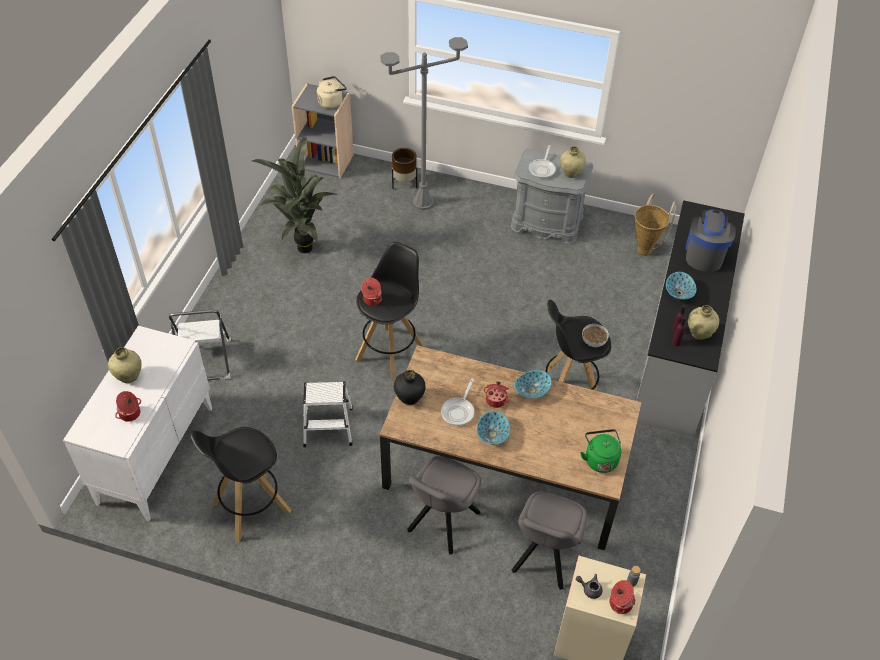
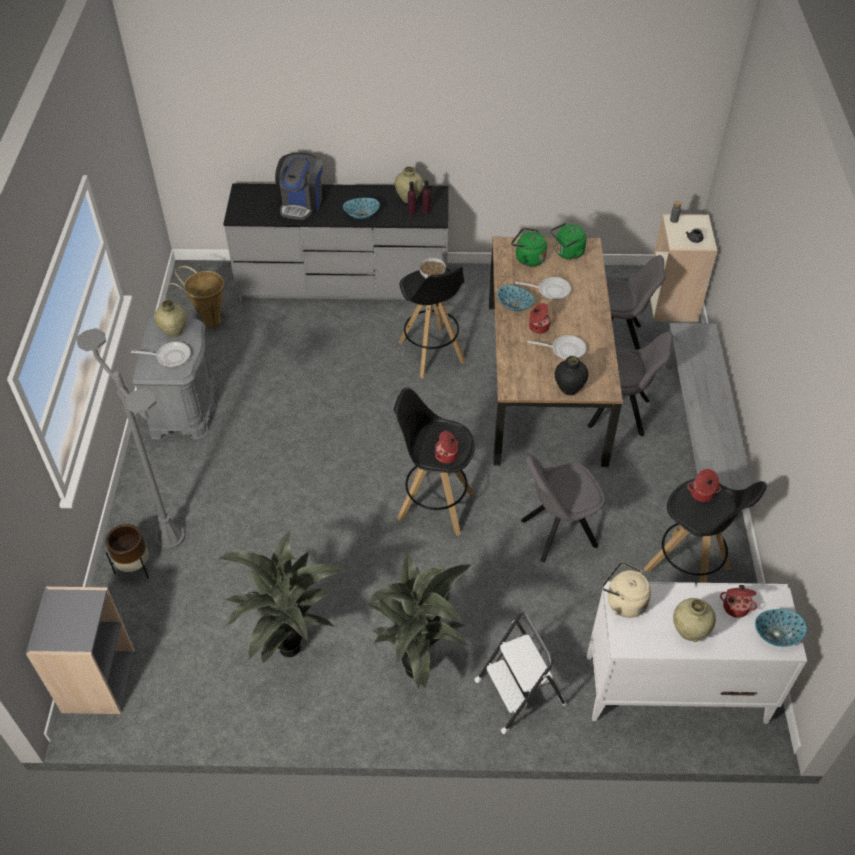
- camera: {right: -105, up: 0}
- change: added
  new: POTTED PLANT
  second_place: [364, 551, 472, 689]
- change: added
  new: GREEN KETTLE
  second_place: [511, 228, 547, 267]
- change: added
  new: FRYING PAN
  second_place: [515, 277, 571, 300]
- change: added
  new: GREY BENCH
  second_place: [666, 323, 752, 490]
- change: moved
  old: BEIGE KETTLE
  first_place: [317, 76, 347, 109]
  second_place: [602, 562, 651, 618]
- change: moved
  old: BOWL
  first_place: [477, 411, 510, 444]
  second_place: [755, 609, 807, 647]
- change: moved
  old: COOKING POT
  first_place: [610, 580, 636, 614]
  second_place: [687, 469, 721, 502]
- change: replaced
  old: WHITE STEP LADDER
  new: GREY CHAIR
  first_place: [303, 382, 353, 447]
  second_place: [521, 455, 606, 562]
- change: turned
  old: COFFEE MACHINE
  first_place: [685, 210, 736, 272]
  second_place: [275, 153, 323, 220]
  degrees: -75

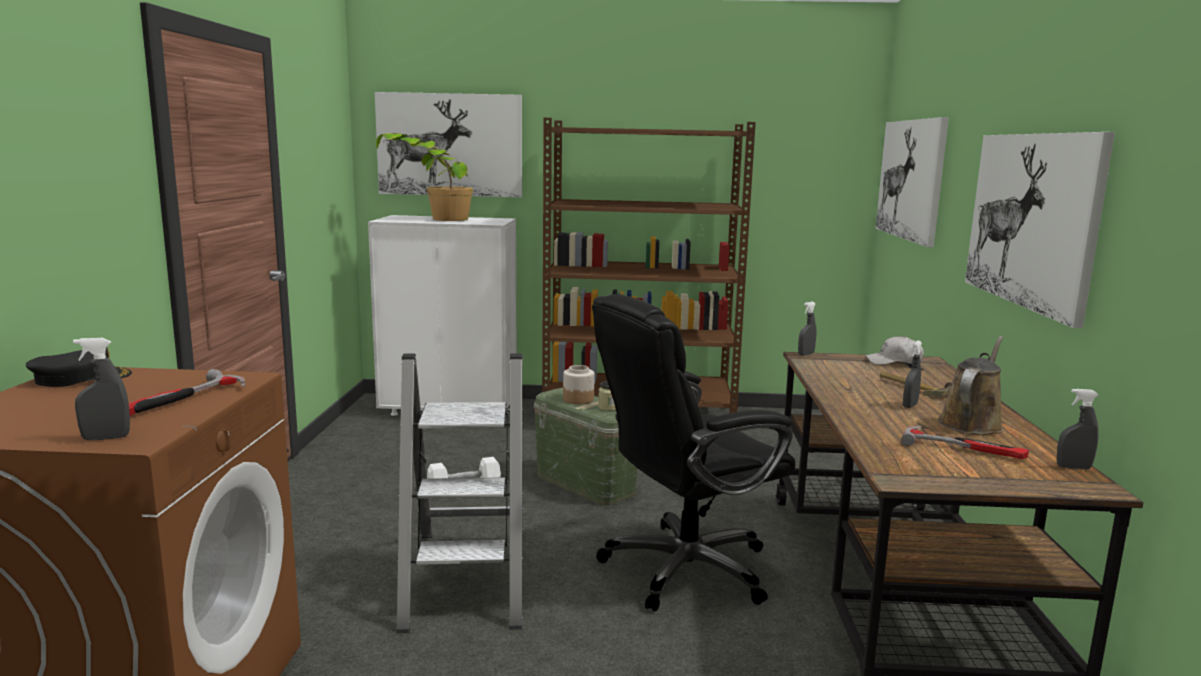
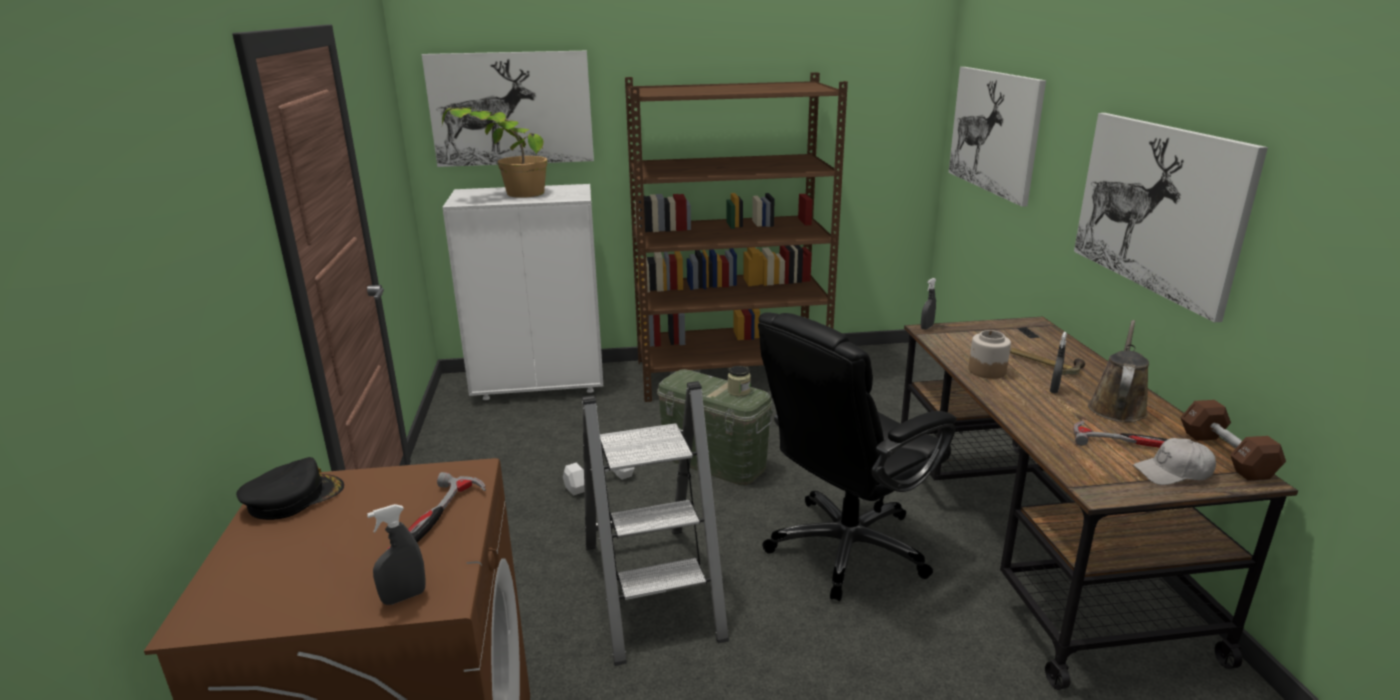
- camera: {right: -10, up: 10}
- change: moved
  old: JAR
  first_place: [563, 365, 595, 405]
  second_place: [969, 330, 1011, 379]
- change: moved
  old: WHITE CAP
  first_place: [865, 336, 924, 365]
  second_place: [1133, 438, 1216, 485]
- change: replaced
  old: GREY SPRAY BOTTLE
  new: BROWN DUMBBELL
  first_place: [1057, 389, 1099, 469]
  second_place: [1180, 400, 1286, 481]

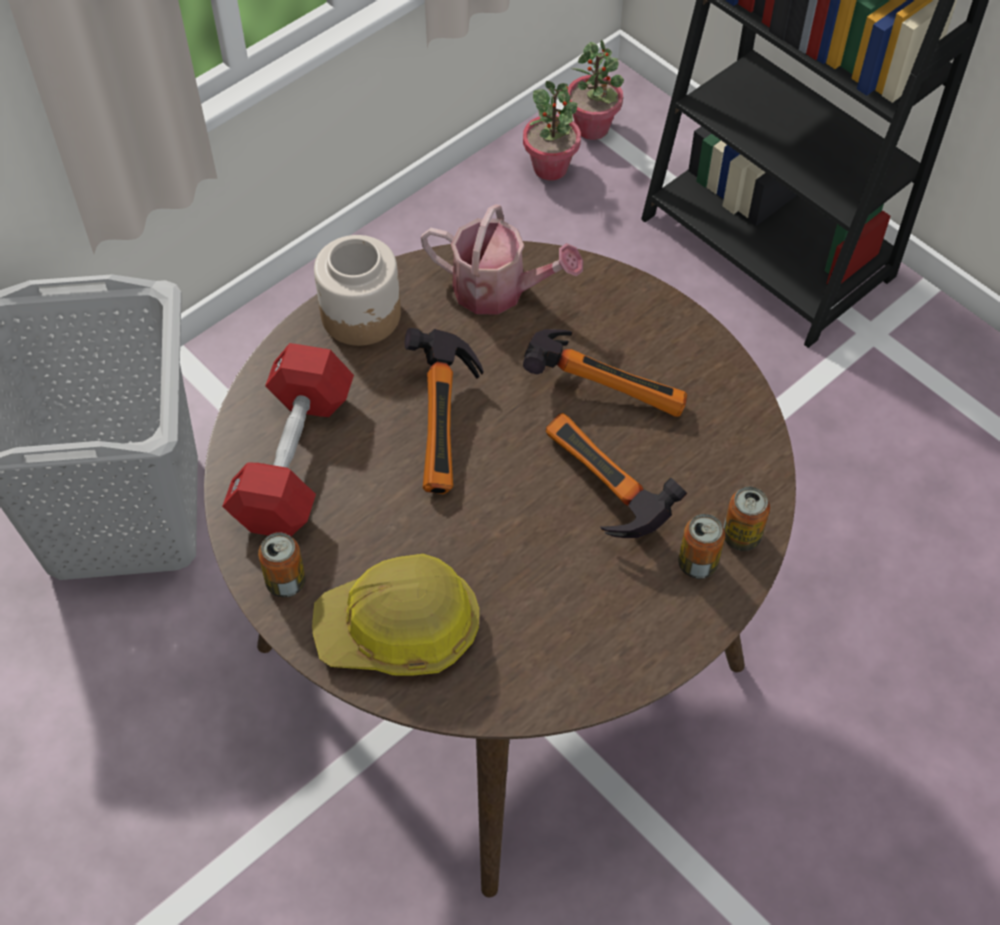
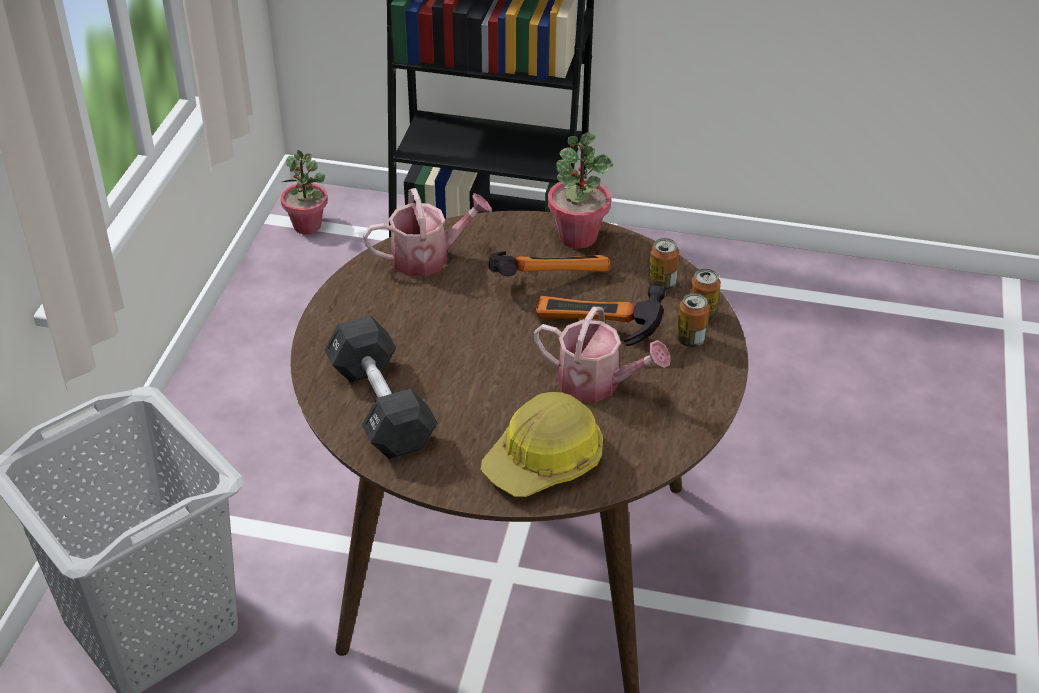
- camera: {right: -35, up: -15}
- change: removed
  old: JAR
  first_place: [314, 235, 401, 346]
- change: removed
  old: HAMMER
  first_place: [405, 328, 484, 494]
- change: added
  new: WATERING CAN
  second_place: [534, 307, 671, 402]
- change: moved
  old: CAN
  first_place: [258, 532, 306, 598]
  second_place: [648, 238, 679, 290]
- change: moved
  old: POTTED PLANT
  first_place: [523, 81, 581, 180]
  second_place: [548, 132, 613, 249]
- change: recoloured
  old: RED DUMBBELL
  new: BLACK DUMBBELL
  first_place: [222, 343, 354, 536]
  second_place: [325, 315, 438, 459]

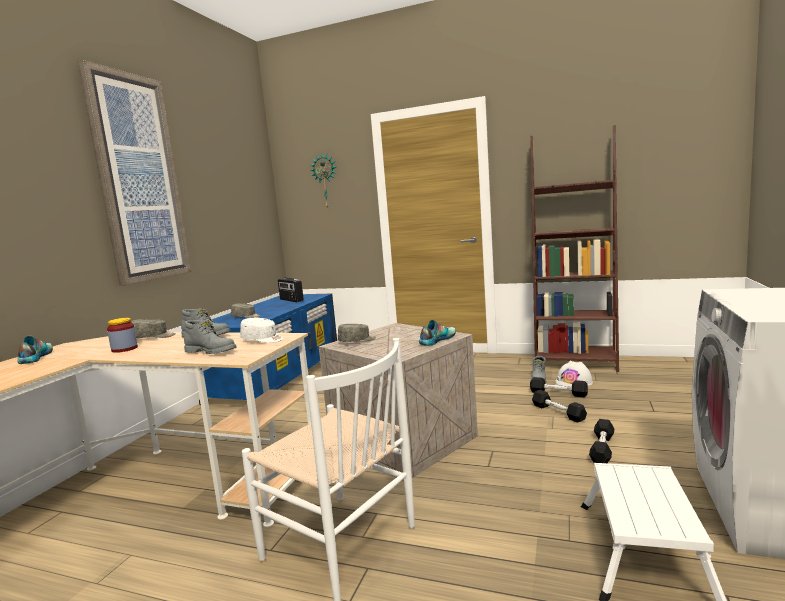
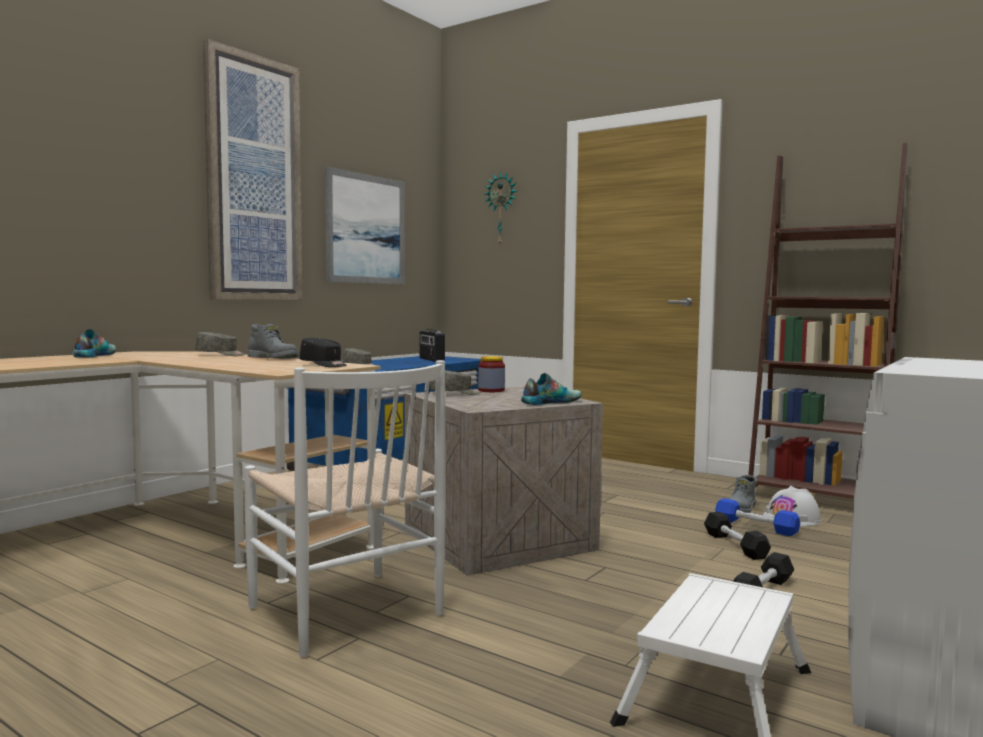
- camera: {right: 15, up: -5}
- change: removed
  old: GREY BOOT
  first_place: [184, 320, 237, 354]
- change: added
  new: PICTURE
  second_place: [325, 167, 405, 284]
- change: moved
  old: JAR
  first_place: [107, 318, 138, 353]
  second_place: [478, 356, 505, 392]
- change: recoloured
  old: WHITE CAP
  new: BLACK CAP
  first_place: [240, 318, 284, 343]
  second_place: [300, 338, 347, 367]
- change: recoloured
  old: BLACK DUMBBELL
  new: BLUE DUMBBELL
  first_place: [530, 377, 588, 397]
  second_place: [715, 498, 800, 536]

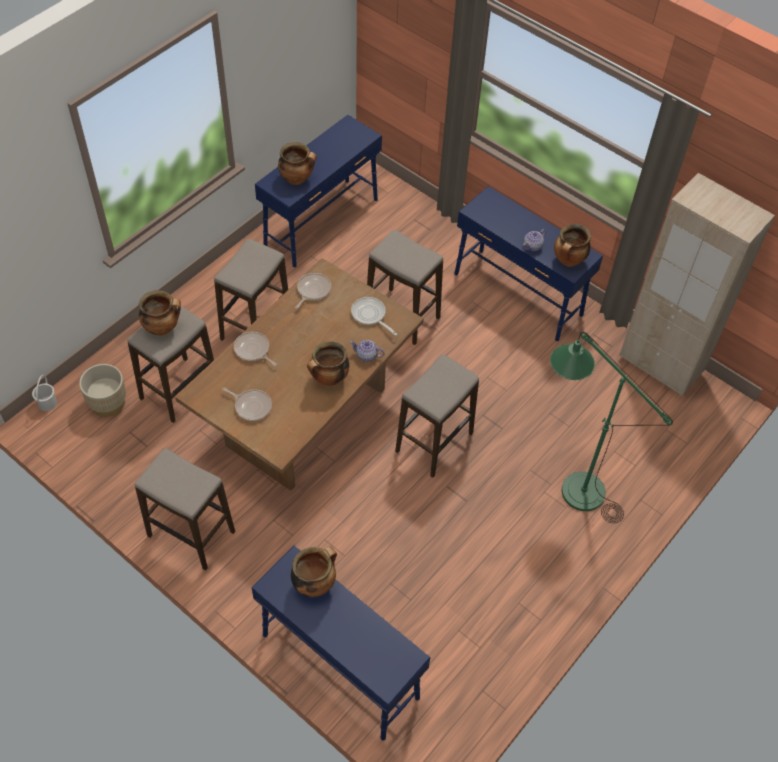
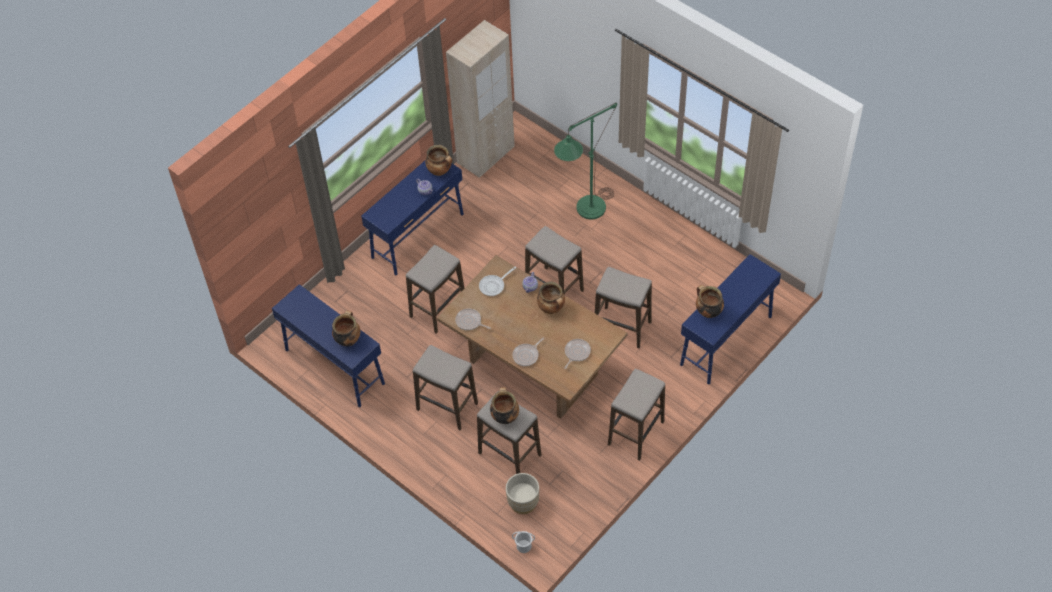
- camera: {right: -85, up: 0}
- change: added
  new: STOOL
  second_place: [595, 267, 652, 349]

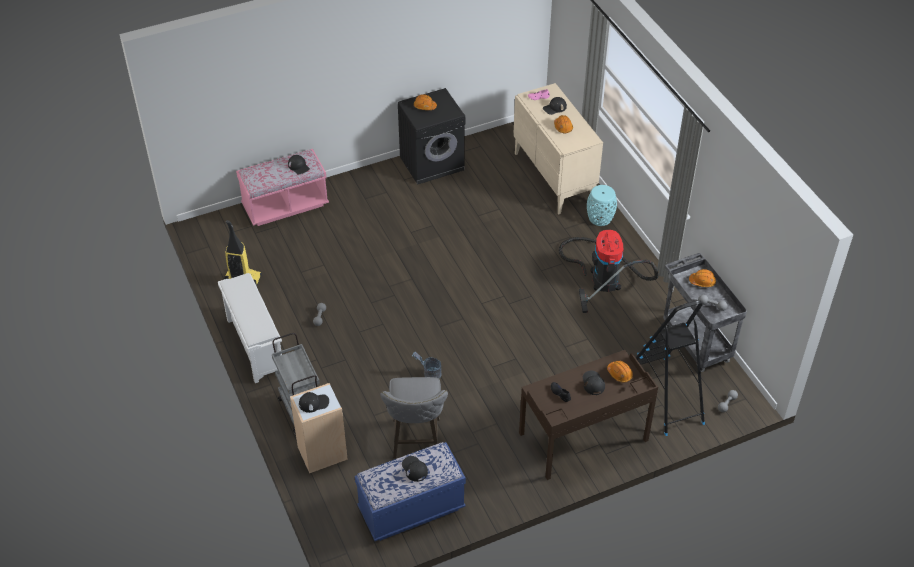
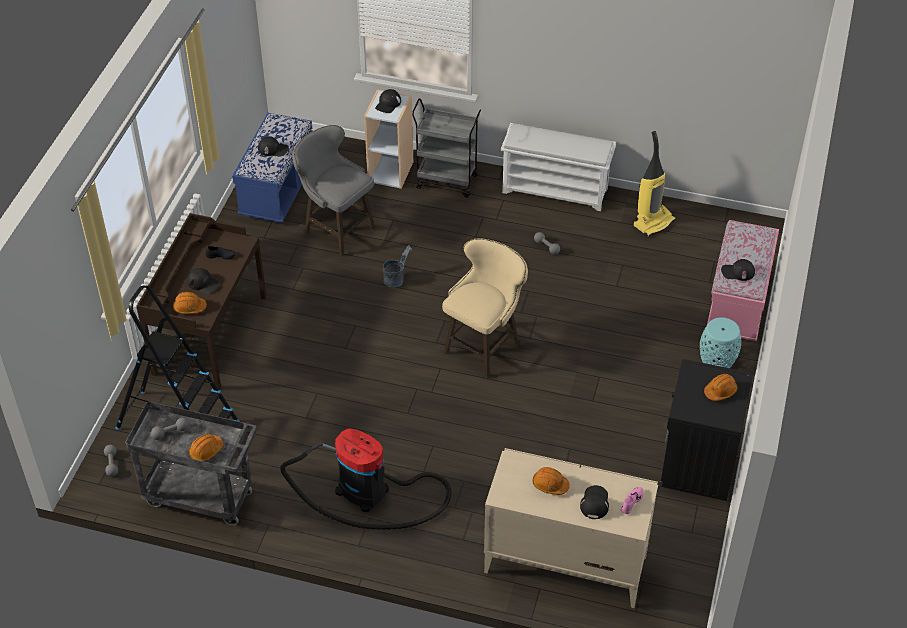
- camera: {right: 130, up: 0}
- change: added
  new: BEIGE STOOL
  second_place: [442, 239, 528, 378]
- change: moved
  old: TURQUOISE STOOL
  first_place: [587, 185, 617, 226]
  second_place: [700, 317, 741, 368]

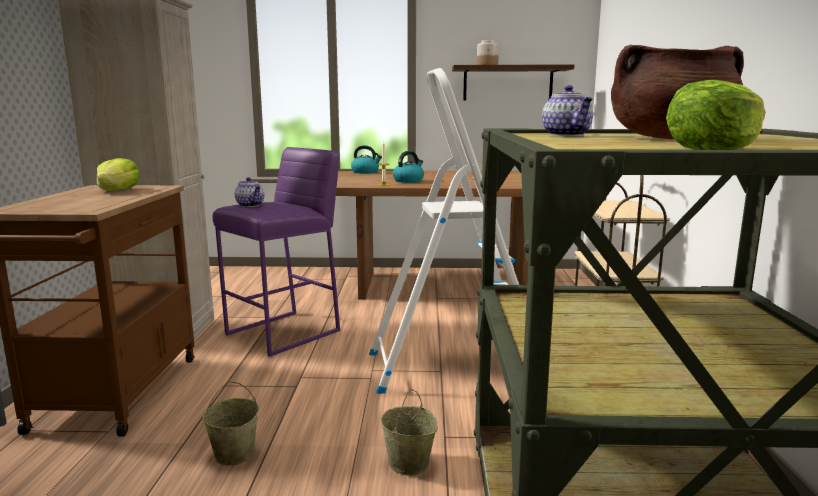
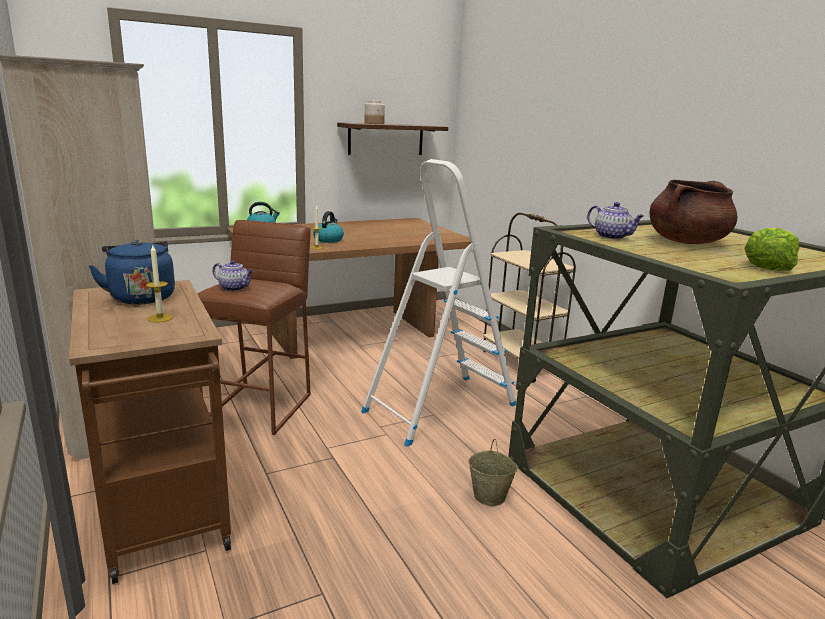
- camera: {right: -30, up: 5}
- change: removed
  old: BEIGE BUCKET
  first_place: [203, 381, 259, 465]
- change: added
  new: CANDLE
  second_place: [146, 245, 173, 322]
- change: replaced
  old: LETTUCE
  new: BLUE KETTLE
  first_place: [97, 158, 140, 191]
  second_place: [89, 240, 175, 305]
- change: recoloured
  old: PURPLE STOOL
  new: BROWN STOOL
  first_place: [213, 147, 340, 357]
  second_place: [197, 220, 311, 435]

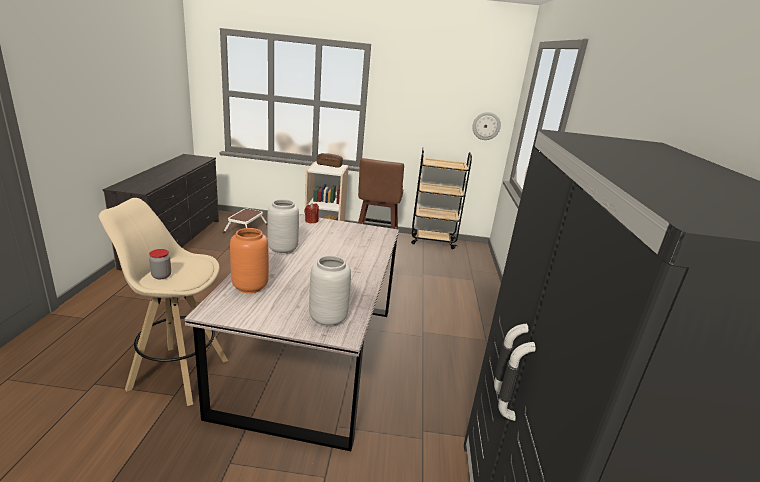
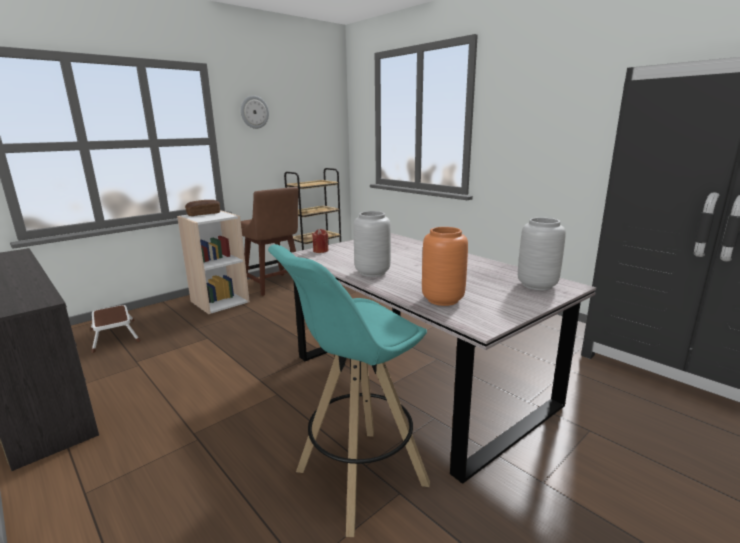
- camera: {right: -45, up: -5}
- change: removed
  old: JAR
  first_place: [149, 249, 171, 279]
- change: moved
  old: WALL CLOCK
  first_place: [472, 112, 501, 140]
  second_place: [241, 96, 269, 129]
- change: recoloured
  old: BEIGE STOOL
  new: TURQUOISE STOOL
  first_place: [99, 198, 228, 406]
  second_place: [268, 244, 430, 537]

